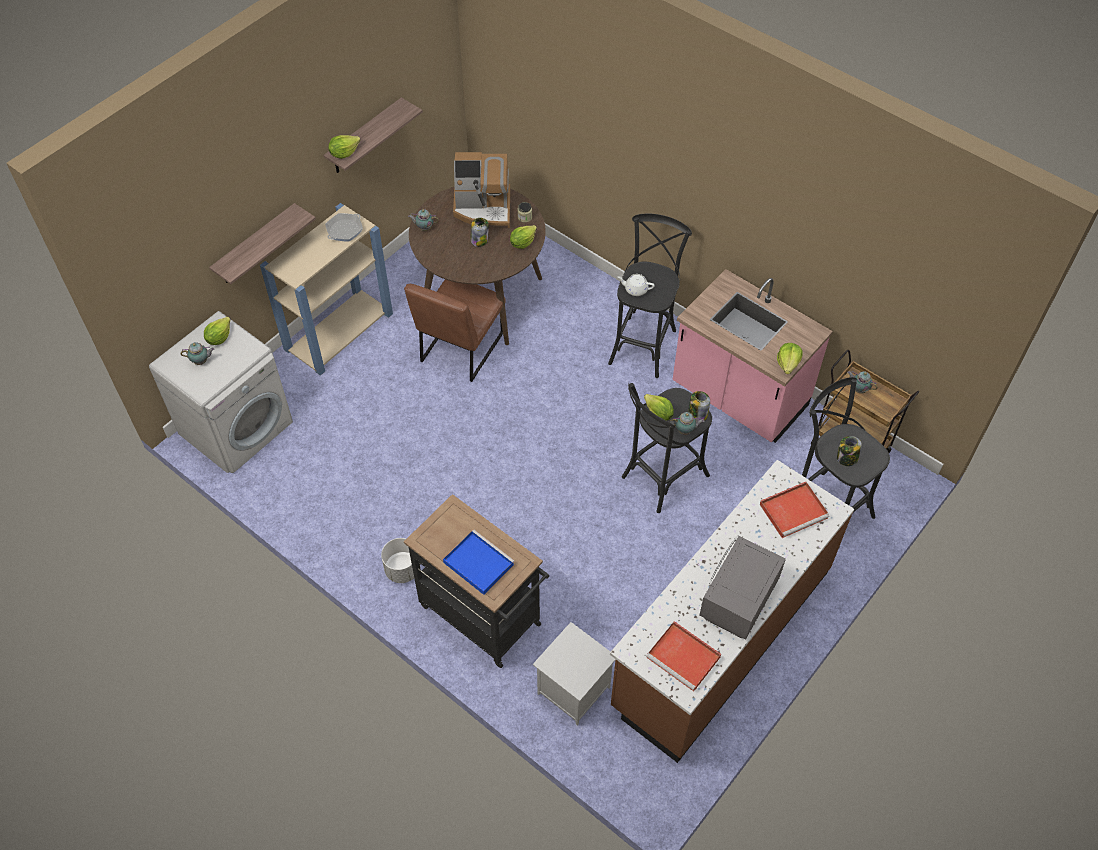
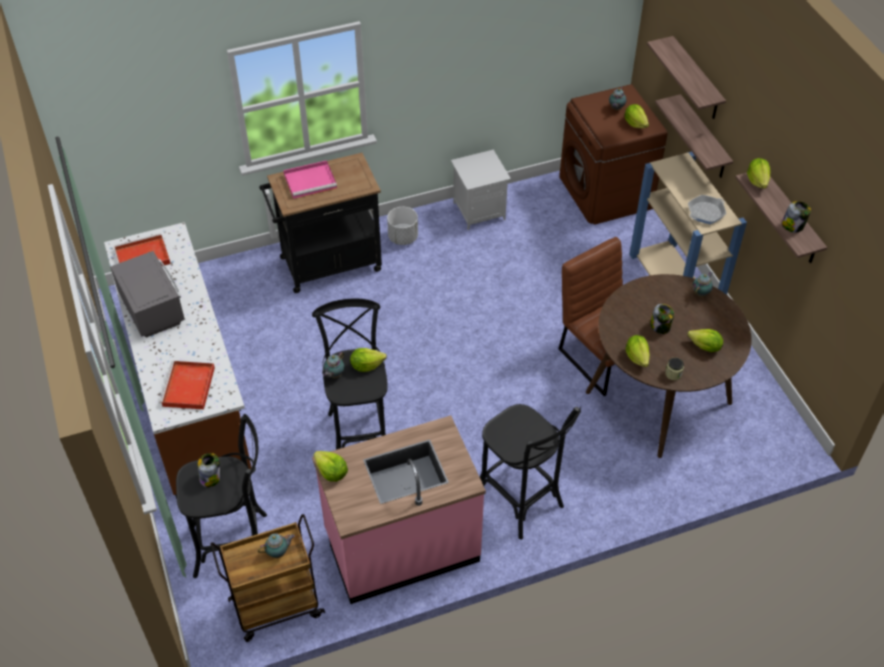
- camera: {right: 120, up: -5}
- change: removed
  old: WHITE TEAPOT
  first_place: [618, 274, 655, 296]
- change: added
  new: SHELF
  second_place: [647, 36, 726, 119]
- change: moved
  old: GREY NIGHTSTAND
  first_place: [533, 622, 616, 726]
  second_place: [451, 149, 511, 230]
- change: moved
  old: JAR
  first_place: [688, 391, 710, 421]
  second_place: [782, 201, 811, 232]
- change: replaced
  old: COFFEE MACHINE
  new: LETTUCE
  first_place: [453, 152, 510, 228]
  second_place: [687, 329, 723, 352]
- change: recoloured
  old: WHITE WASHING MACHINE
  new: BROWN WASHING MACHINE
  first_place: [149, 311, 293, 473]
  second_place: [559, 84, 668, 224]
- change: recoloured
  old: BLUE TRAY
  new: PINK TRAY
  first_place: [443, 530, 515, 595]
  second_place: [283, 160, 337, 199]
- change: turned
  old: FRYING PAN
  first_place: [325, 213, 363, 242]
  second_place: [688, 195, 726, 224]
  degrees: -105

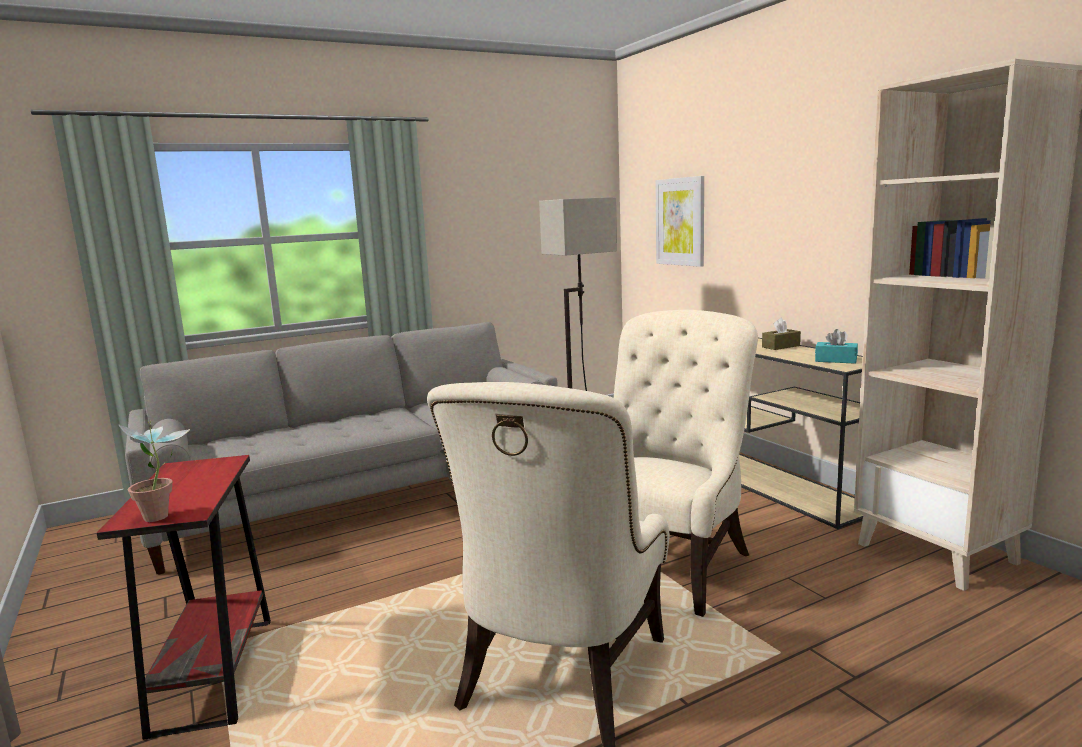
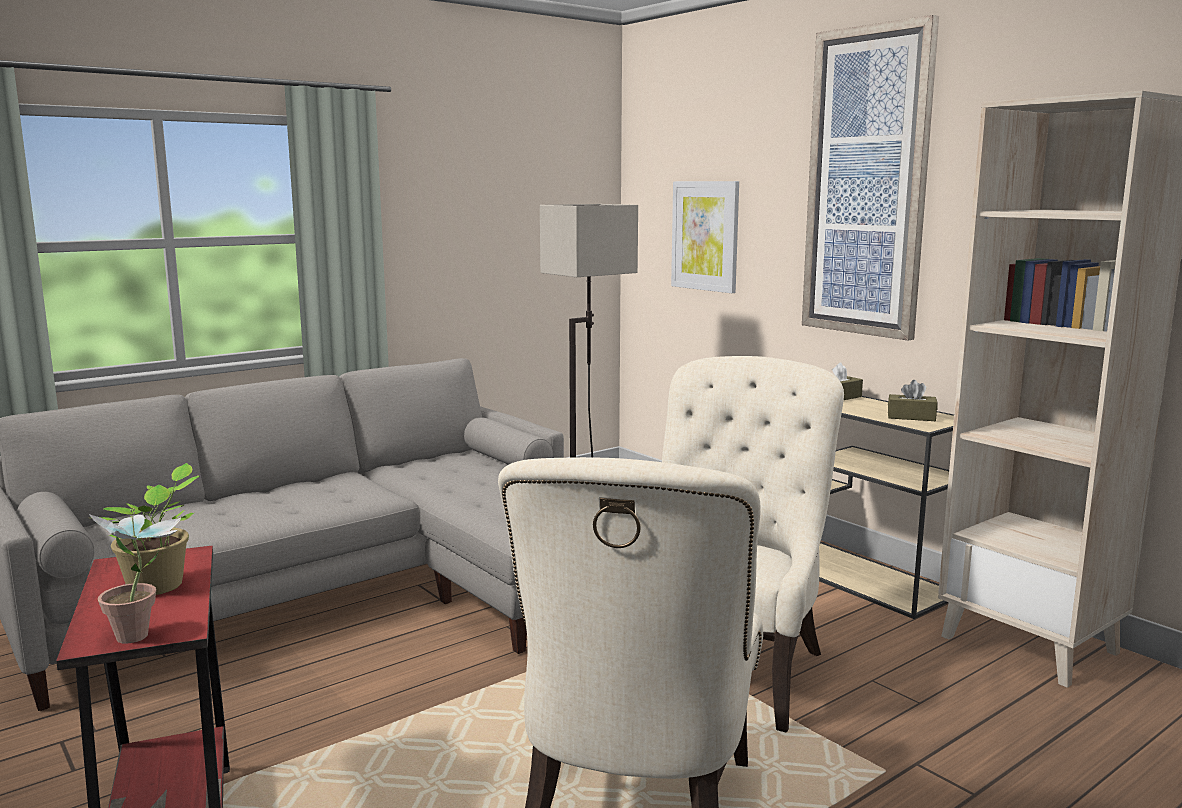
- camera: {right: -10, up: 0}
- change: added
  new: POTTED PLANT
  second_place: [100, 463, 200, 595]
- change: added
  new: PICTURE
  second_place: [802, 15, 939, 340]
- change: recoloured
  old: TURQUOISE TISSUE BOX
  new: BROWN TISSUE BOX
  first_place: [815, 329, 858, 364]
  second_place: [888, 380, 938, 421]

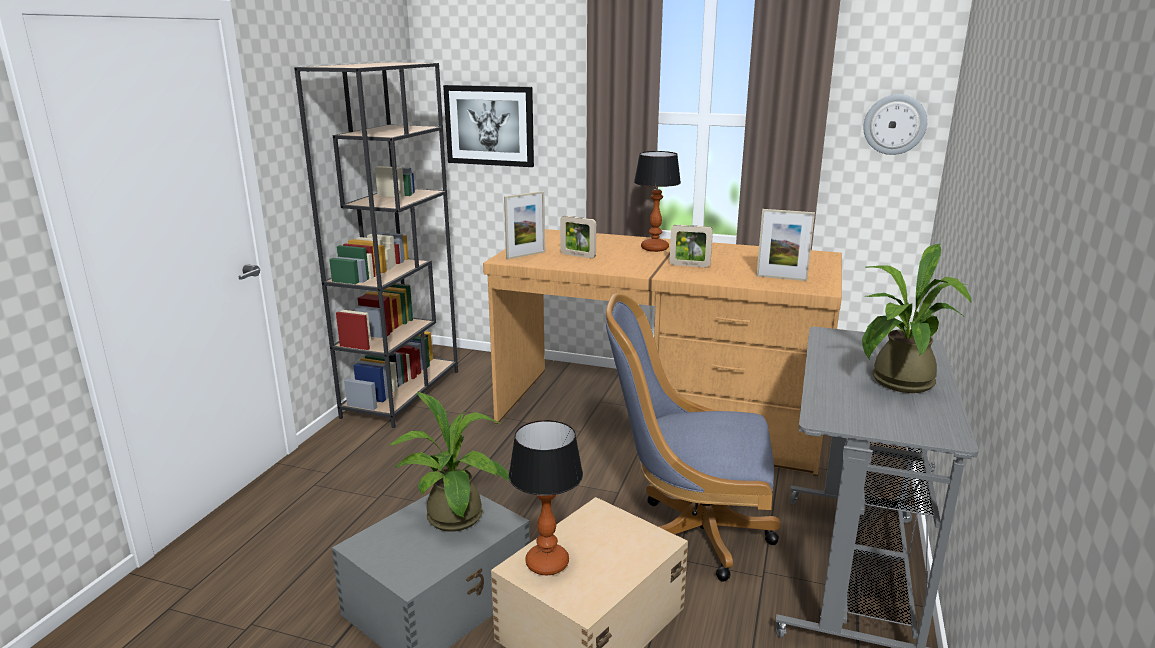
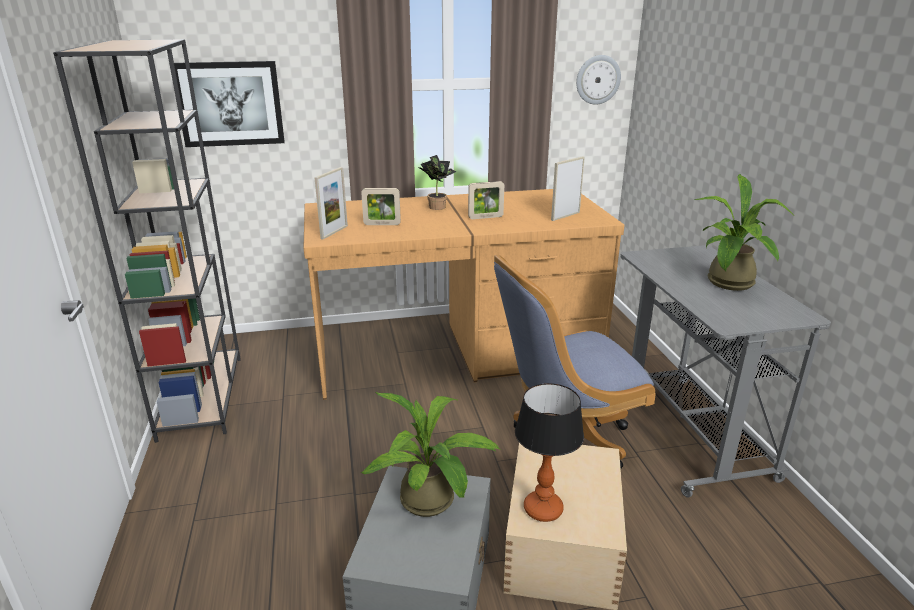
- camera: {right: -30, up: 5}
- change: replaced
  old: TABLE LAMP
  new: POTTED PLANT
  first_place: [634, 151, 681, 252]
  second_place: [419, 155, 457, 210]
- change: turned
  old: PICTURE FRAME
  first_place: [756, 209, 815, 281]
  second_place: [551, 156, 585, 221]
  degrees: 150

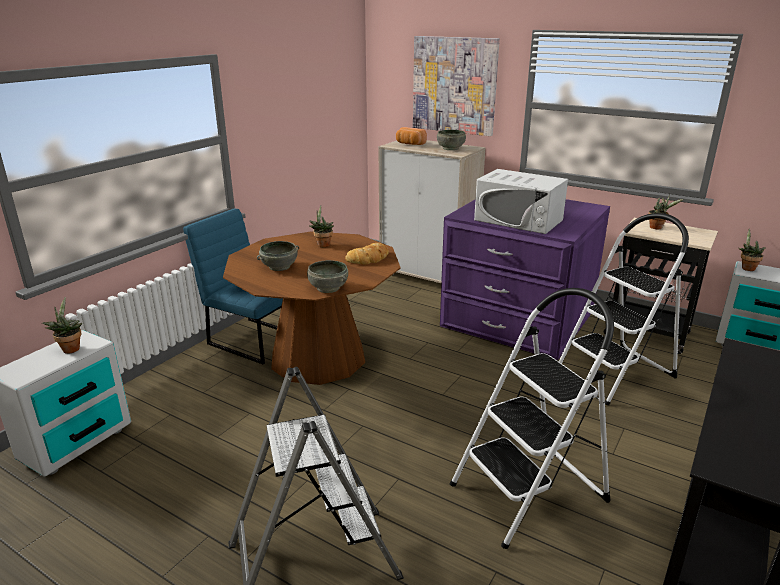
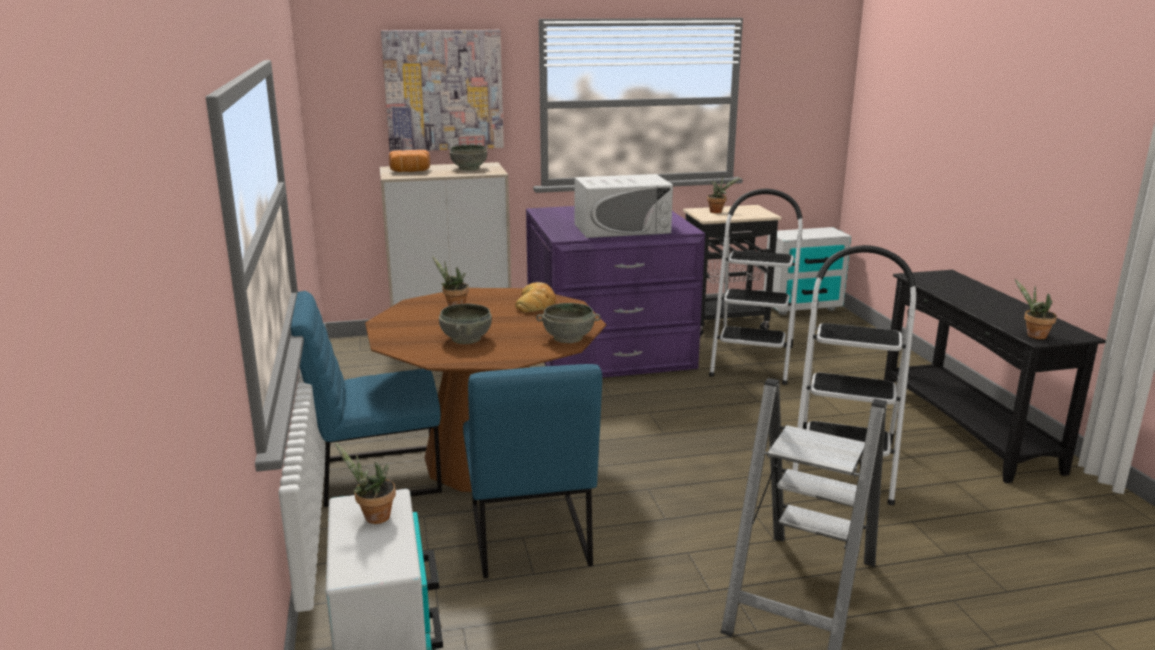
- camera: {right: -45, up: -5}
- change: added
  new: BLUE CHAIR
  second_place: [463, 364, 602, 578]
- change: moved
  old: POTTED PLANT
  first_place: [739, 229, 766, 271]
  second_place: [1015, 279, 1057, 339]

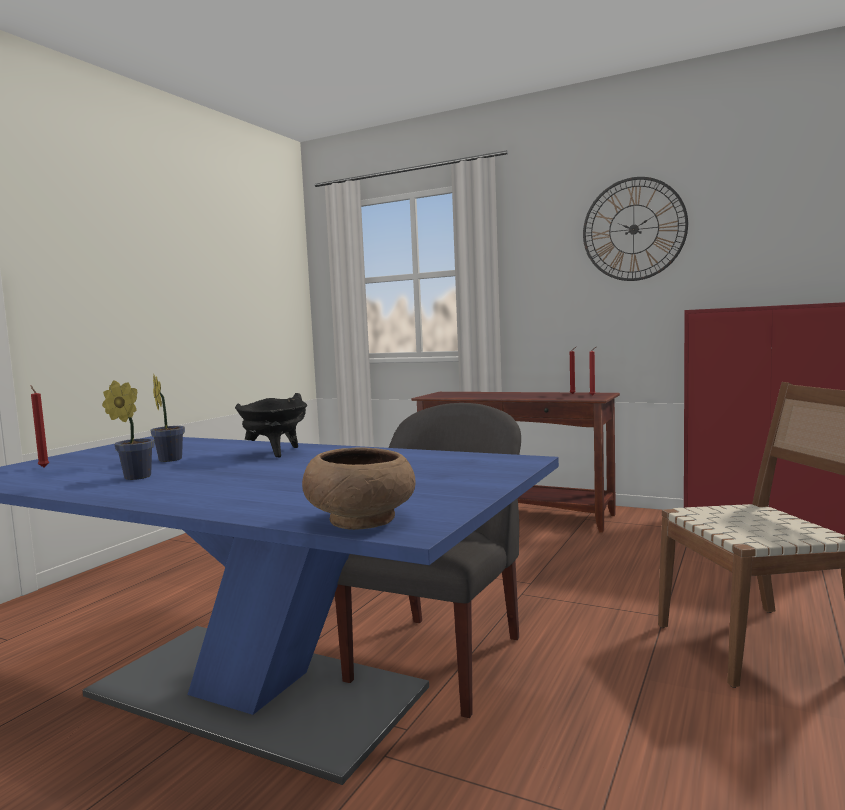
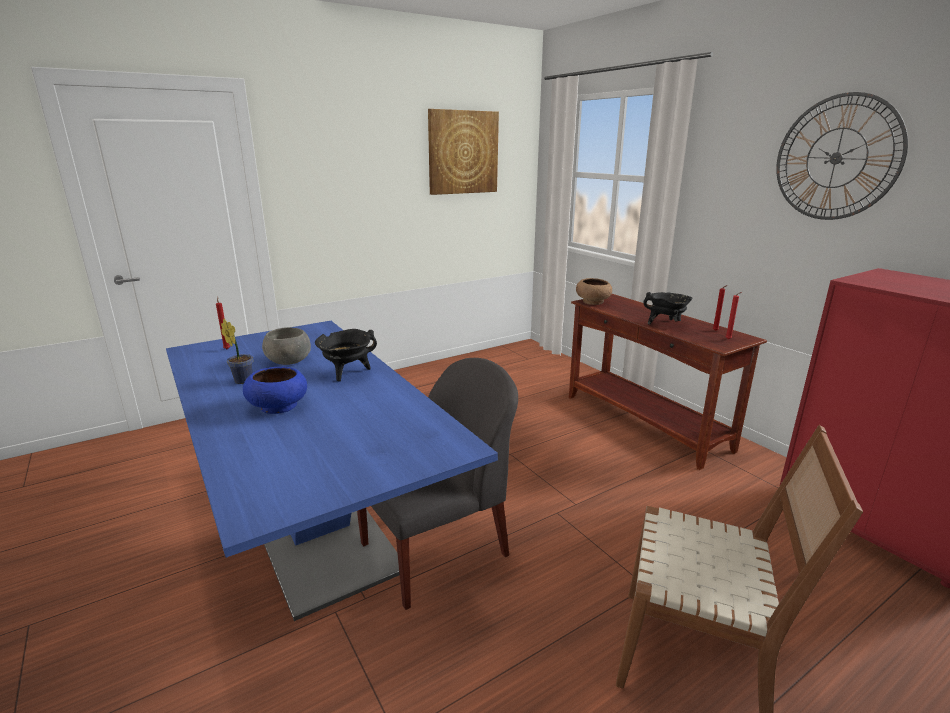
- camera: {right: 30, up: 15}
- change: added
  new: BLUE BOWL
  second_place: [243, 367, 307, 414]
- change: added
  new: PICTURE
  second_place: [428, 109, 499, 195]
- change: added
  new: BLACK COOKING POT
  second_place: [643, 292, 693, 325]
- change: moved
  old: BROWN BOWL
  first_place: [302, 447, 416, 530]
  second_place: [576, 278, 612, 305]
- change: replaced
  old: POTTED PLANT
  new: GREY BOWL
  first_place: [150, 374, 185, 462]
  second_place: [262, 327, 311, 365]

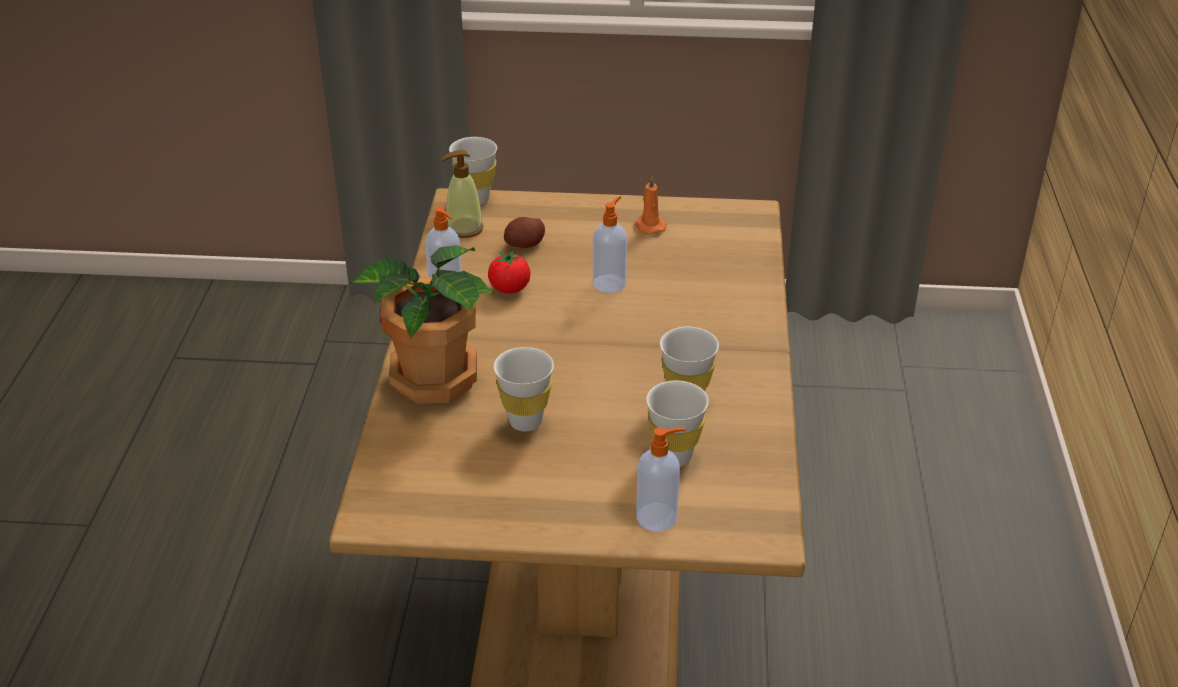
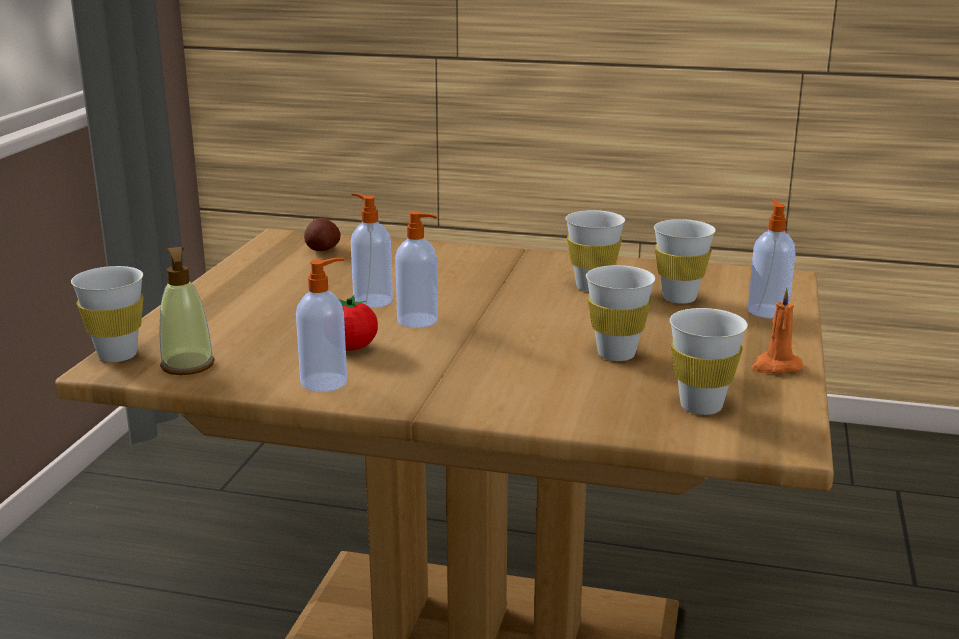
- camera: {right: -80, up: -15}
- change: removed
  old: POTTED PLANT
  first_place: [350, 245, 494, 404]
- change: added
  new: SOAP DISPENSER
  second_place: [395, 211, 438, 328]
- change: added
  new: WHITE CUP
  second_place: [670, 308, 748, 415]
- change: moved
  old: POTATO
  first_place: [504, 217, 545, 248]
  second_place: [304, 218, 341, 251]
- change: moved
  old: ORANGE CANDLE
  first_place: [635, 176, 667, 235]
  second_place: [752, 287, 803, 373]

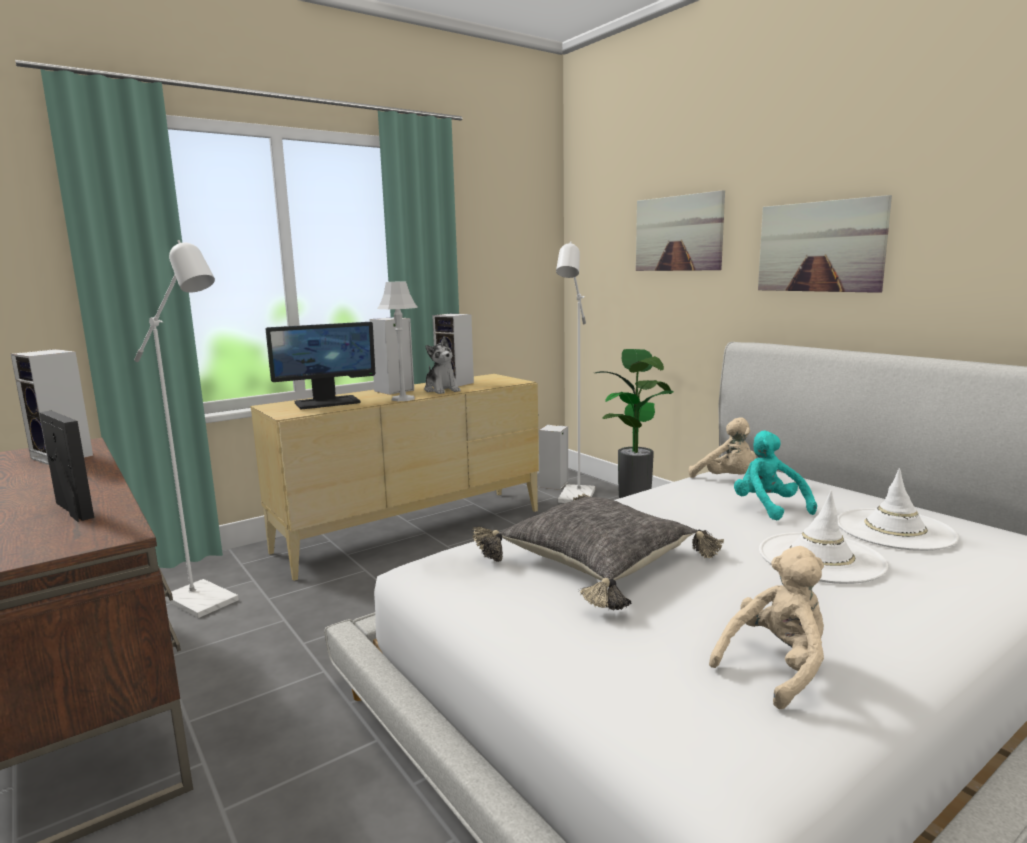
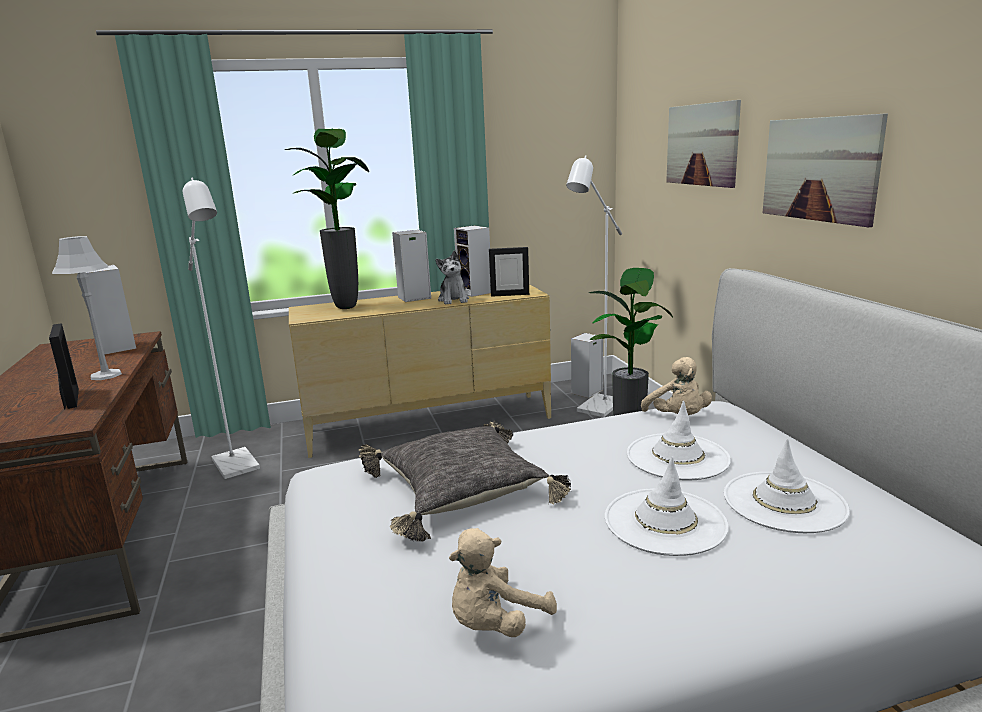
- camera: {right: 20, up: 5}
- change: added
  new: PICTURE FRAME
  second_place: [489, 247, 529, 297]
- change: moved
  old: GREY TABLE LAMP
  first_place: [377, 281, 418, 401]
  second_place: [52, 236, 122, 380]
- change: replaced
  old: MONITOR
  new: POTTED PLANT
  first_place: [266, 322, 375, 409]
  second_place: [285, 129, 369, 309]
- change: replaced
  old: TURQUOISE PLUSH TOY
  new: WHITE HAT
  first_place: [734, 431, 817, 520]
  second_place: [627, 400, 731, 481]
- change: turned
  old: BEIGE PLUSH TOY
  first_place: [709, 546, 824, 709]
  second_place: [449, 528, 557, 637]
  degrees: 150

